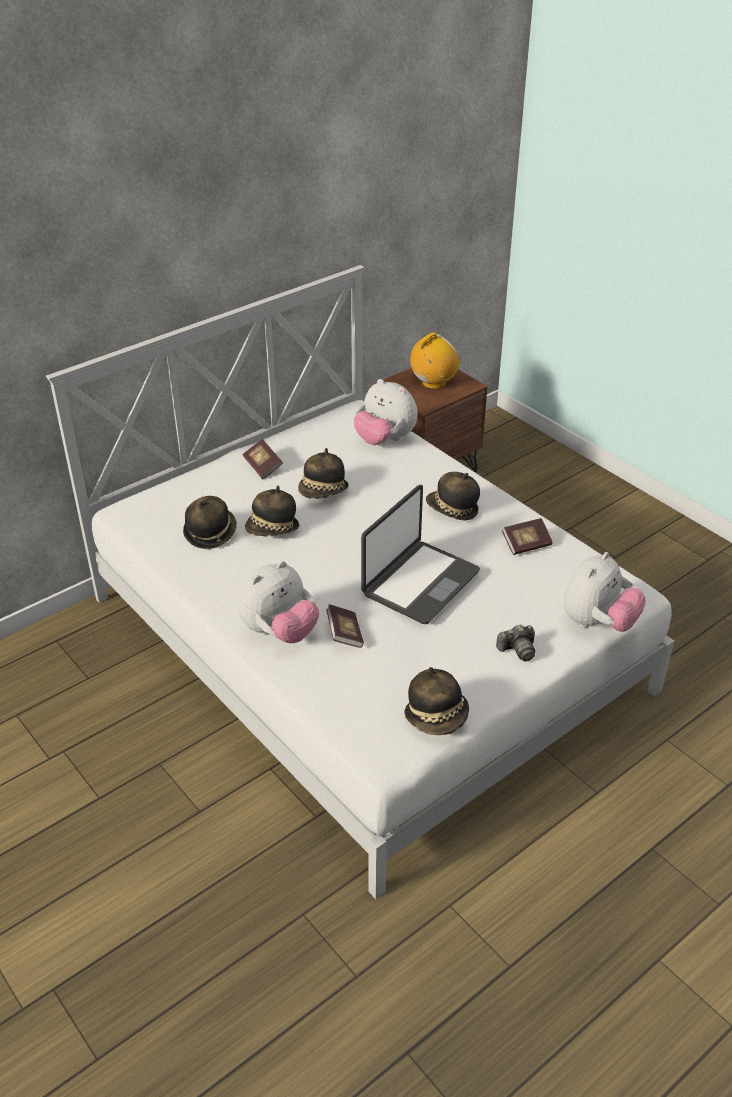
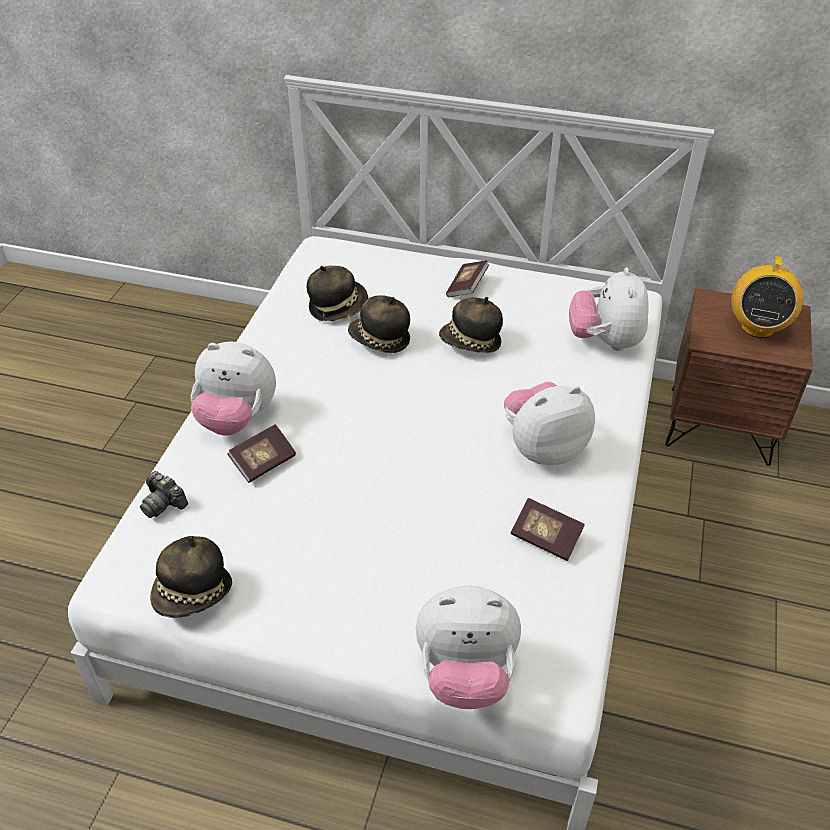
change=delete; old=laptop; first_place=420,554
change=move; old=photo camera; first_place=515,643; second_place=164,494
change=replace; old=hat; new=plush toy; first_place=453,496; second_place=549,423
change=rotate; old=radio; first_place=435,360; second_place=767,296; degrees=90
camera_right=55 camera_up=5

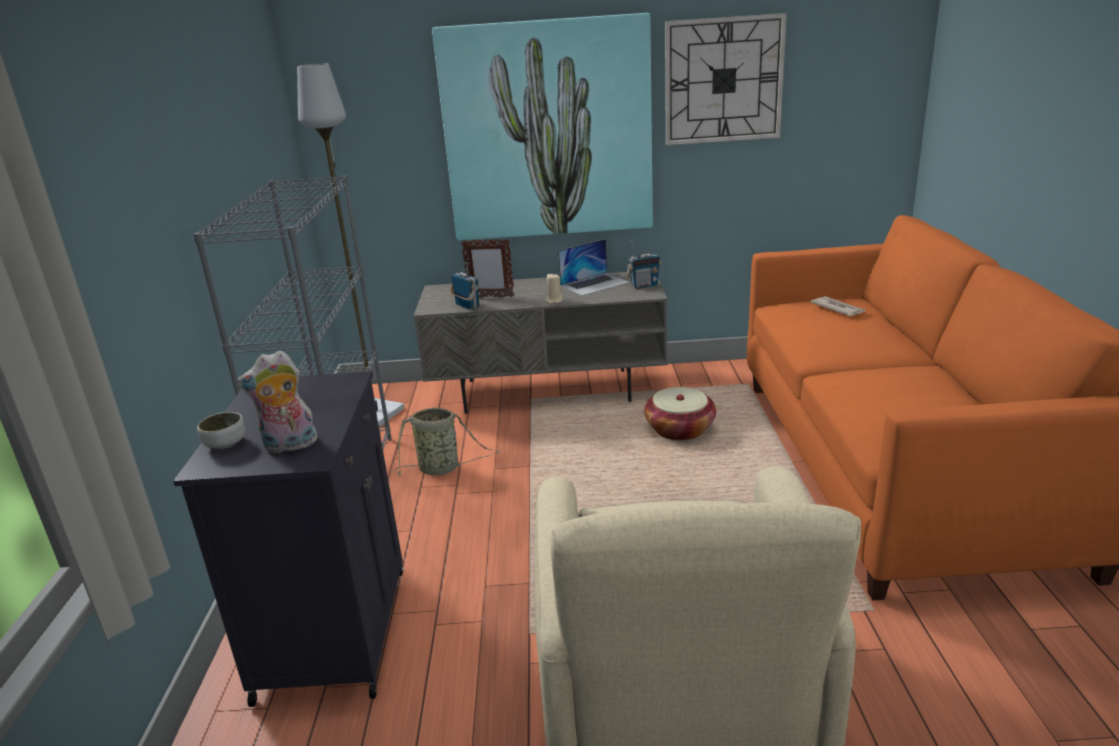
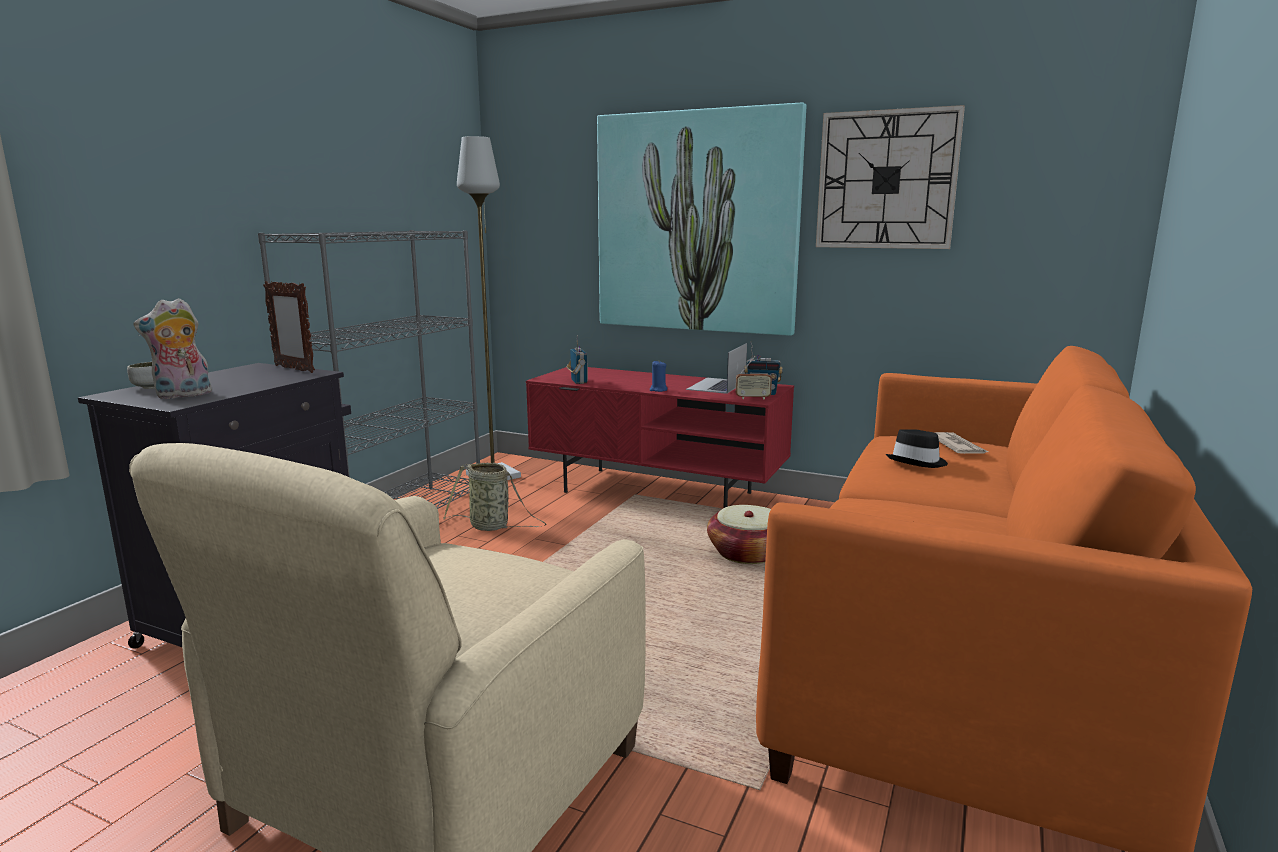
change=insert; new=radio; second_place=754,377
change=insert; new=hat in black; second_place=917,448
change=move; old=picture frame; first_place=488,268; second_place=289,327
change=recolor; old=tv stand in grey; new=tv stand in red; first_place=541,343; second_place=660,437
change=recolor; old=candle in beige; new=candle in blue; first_place=555,289; second_place=659,376
change=rotate; old=plush toy; first_place=277,401; second_place=172,348; degrees=-45
change=rotate; old=laptop; first_place=594,267; second_place=716,368; degrees=120
camera_right=25 camera_up=-10

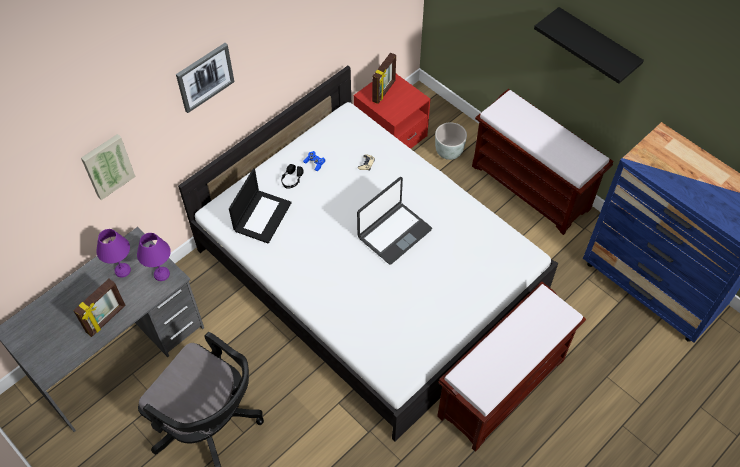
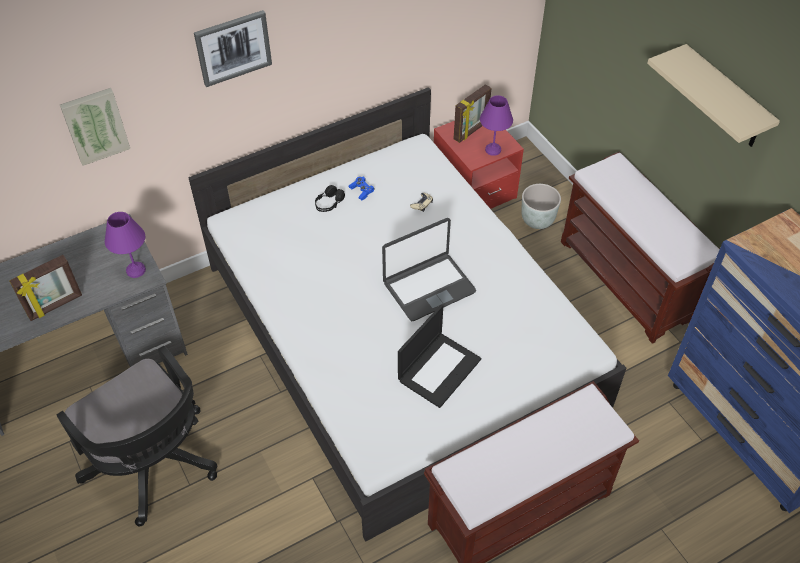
change=move; old=table lamp in purple; first_place=113,253; second_place=496,125
change=move; old=laptop; first_place=260,206; second_place=439,356
change=recolor; old=shelf in black; new=shelf in beige; first_place=589,45; second_place=713,95
camera_right=15 camera_up=-5

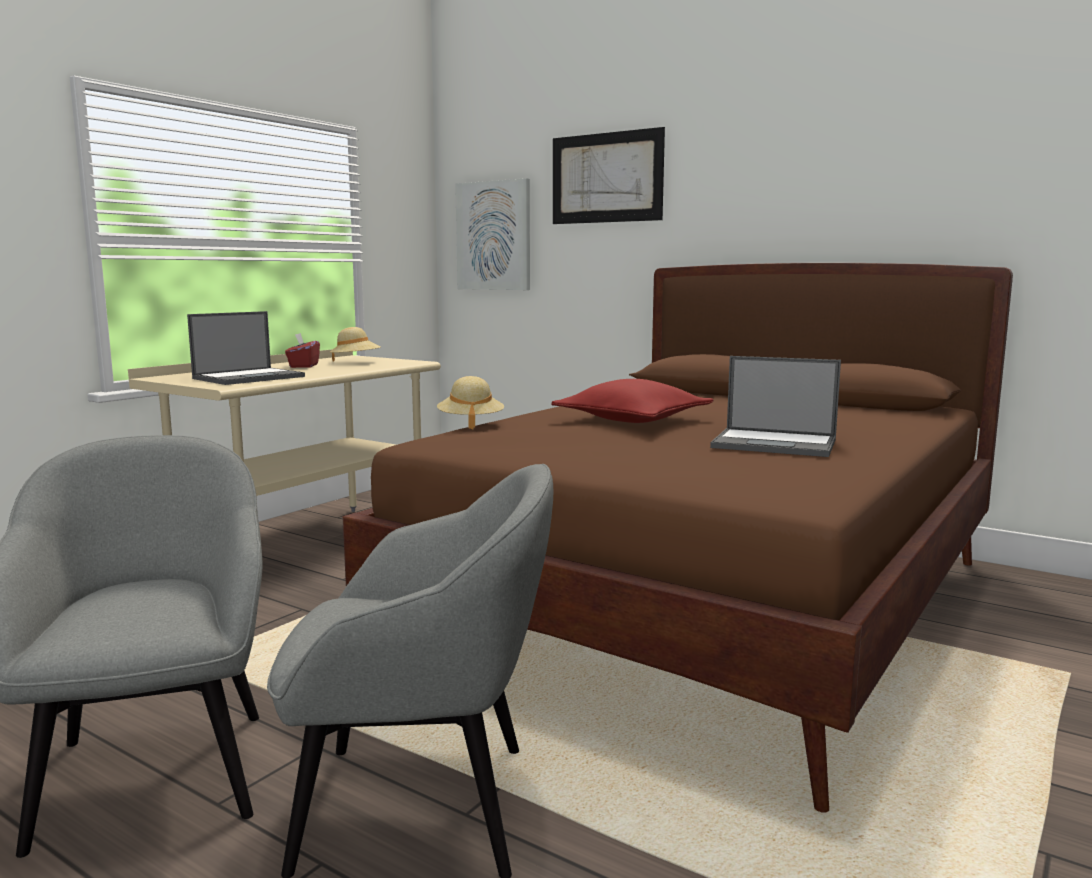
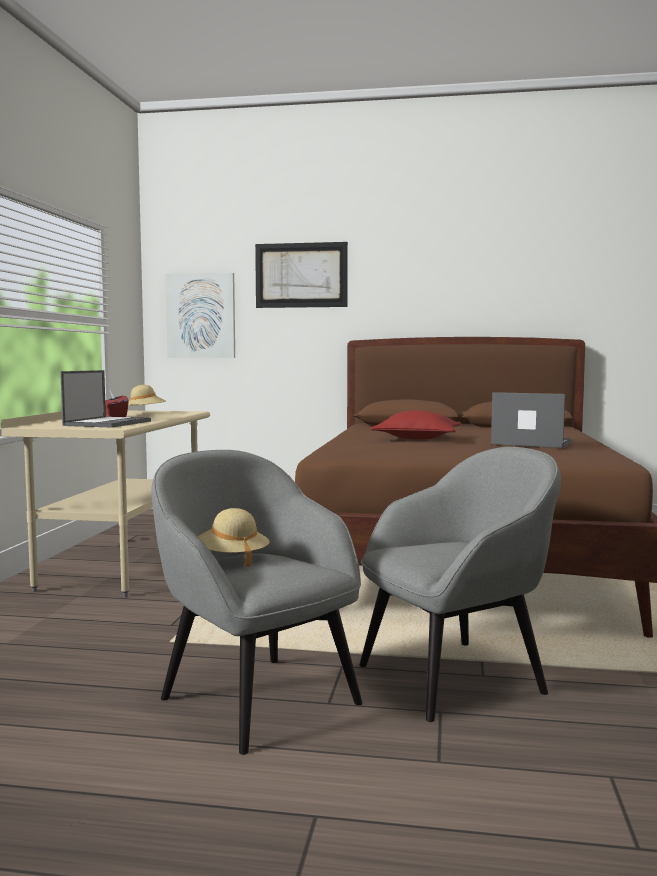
change=move; old=hat in beige; first_place=470,402; second_place=234,537
change=rotate; old=laptop; first_place=775,406; second_place=532,420; degrees=-150
camera_right=-25 camera_up=-5

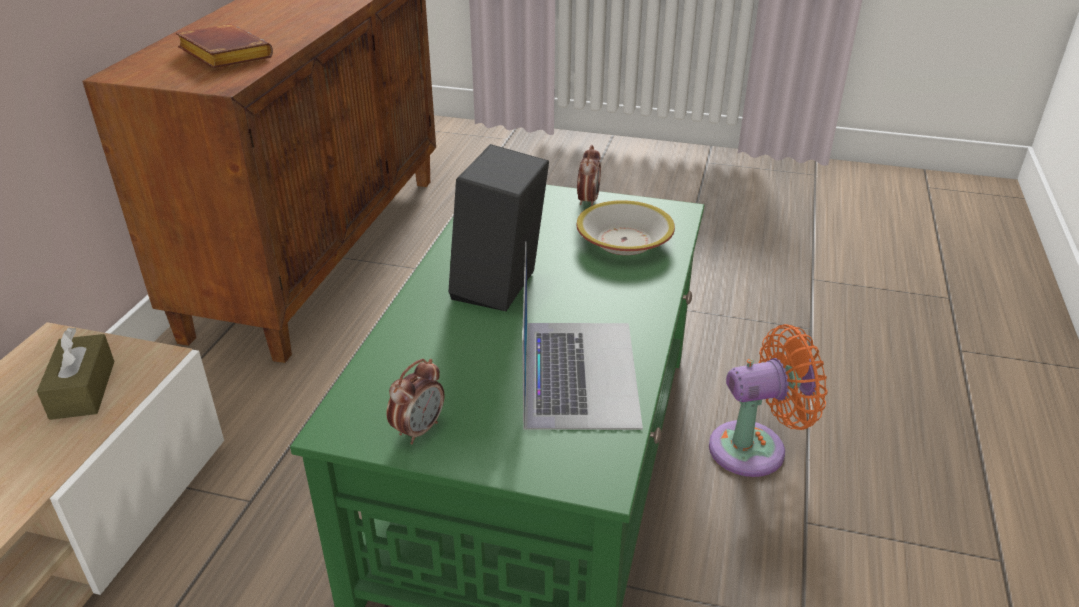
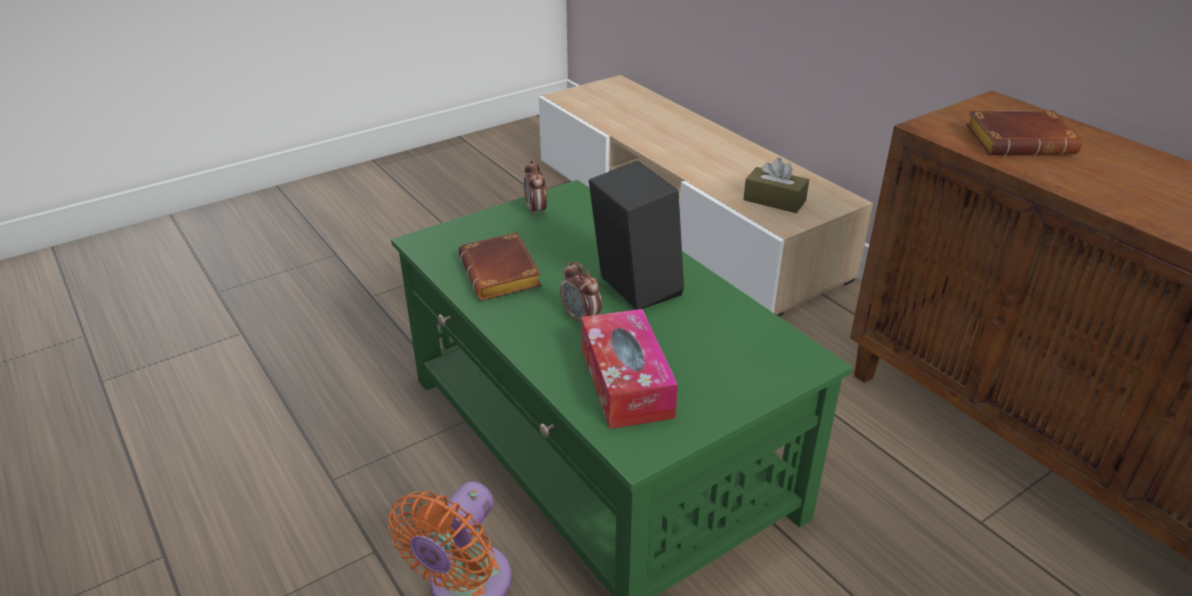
change=move; old=alarm clock; first_place=589,175; second_place=581,291
change=replace; old=laptop; new=book in brown; first_place=582,335; second_place=500,266
change=replace; old=bowl; new=tissue box; first_place=625,227; second_place=629,369
camera_right=130 camera_up=0

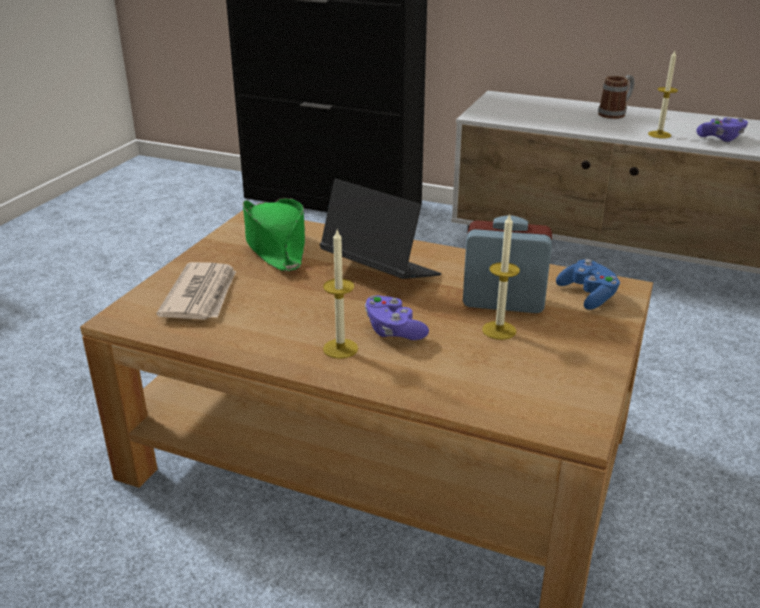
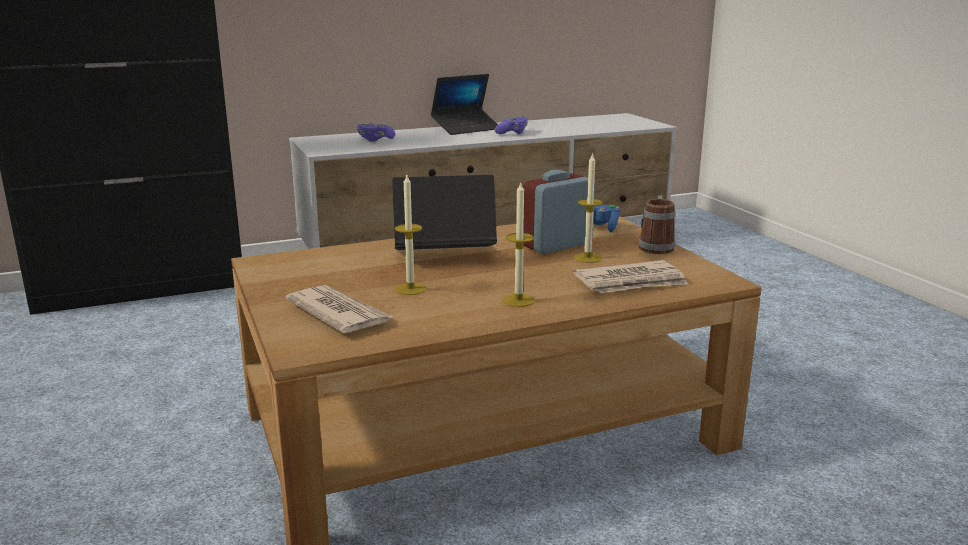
change=delete; old=hat in green; first_place=274,234
change=insert; new=laptop; second_place=464,104
change=insert; new=newspaper; second_place=631,276
change=move; old=game controller in purple; first_place=397,317; second_place=376,132
change=move; old=mug; first_place=616,97; second_place=657,224
change=move; old=candle; first_place=663,94; second_place=410,235
camera_right=-45 camera_up=-10

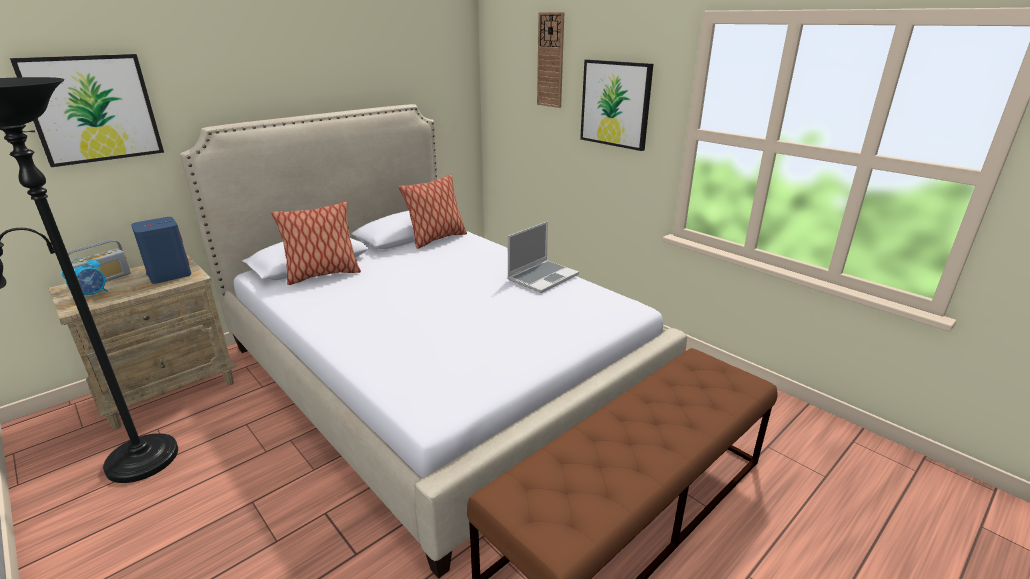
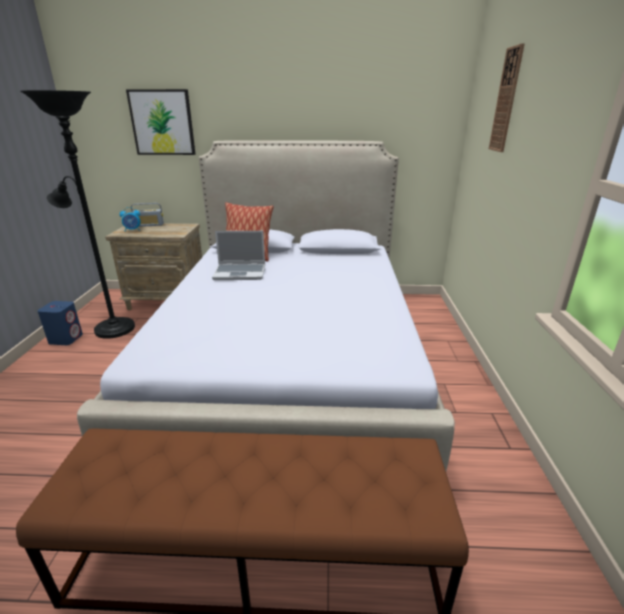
change=delete; old=pillow; first_place=433,211
change=delete; old=picture; first_place=616,105
change=move; old=speaker in blue; first_place=161,250; second_place=60,323
change=move; old=laptop; first_place=543,257; second_place=238,255
camera_right=45 camera_up=0

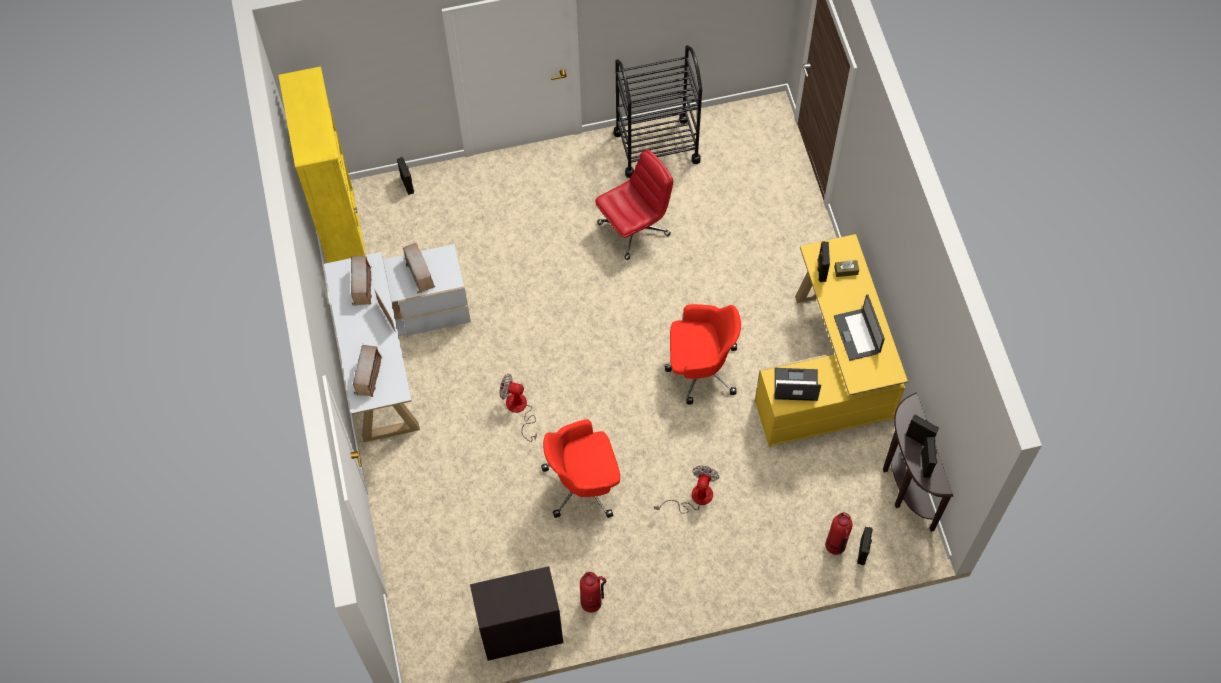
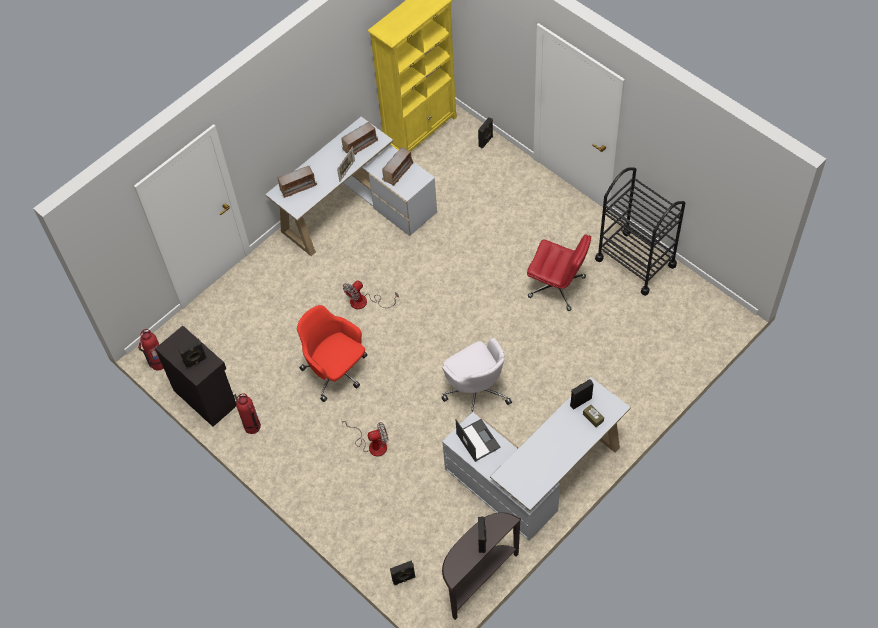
change=delete; old=laptop; first_place=859,327
change=move; old=fire extinguisher; first_place=839,533; second_place=151,349
change=move; old=speaker in black; first_place=929,457; second_place=192,354
change=recolor; old=office chair in red; new=office chair in white; first_place=703,354; second_place=477,375
change=recolor; old=desk in yellow; new=desk in white; first_place=831,340; second_place=536,459
change=rotate; old=fan; first_place=518,408; second_place=371,294; degrees=-120
camera_right=60 camera_up=-5

